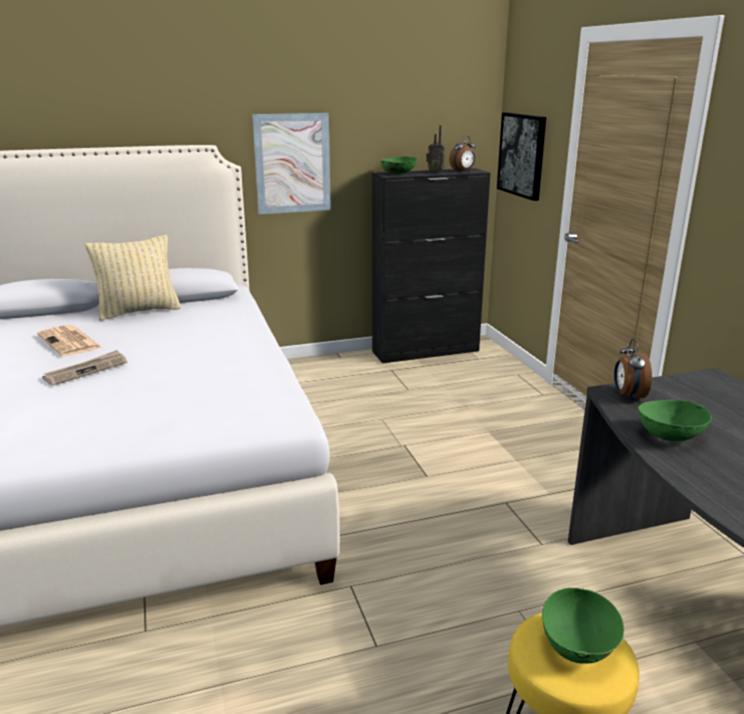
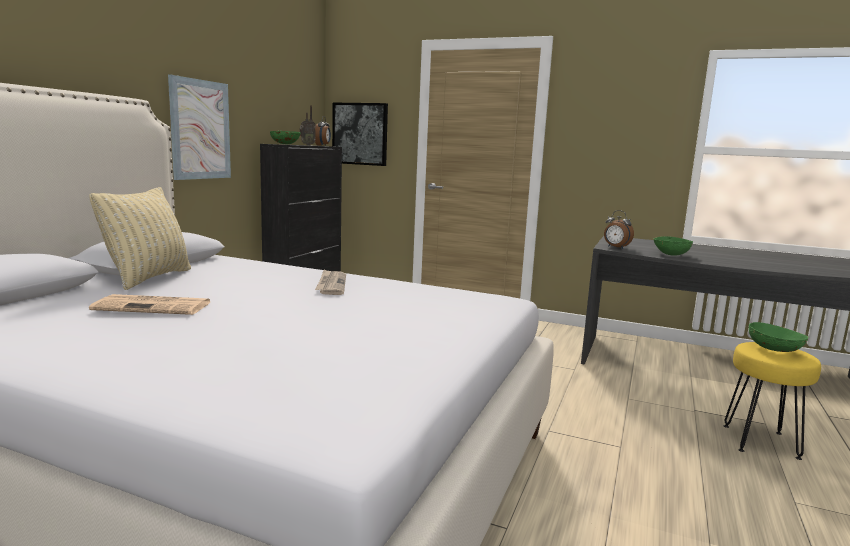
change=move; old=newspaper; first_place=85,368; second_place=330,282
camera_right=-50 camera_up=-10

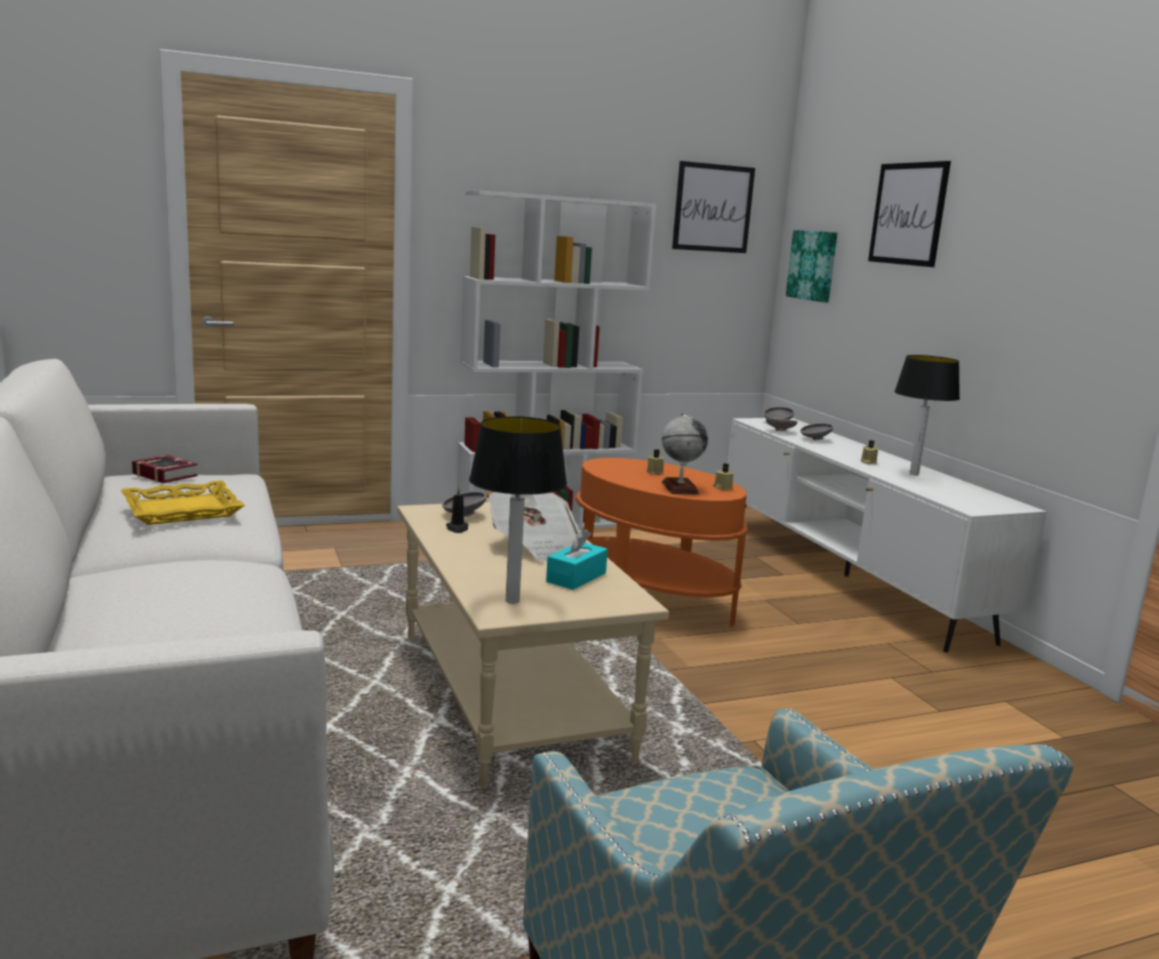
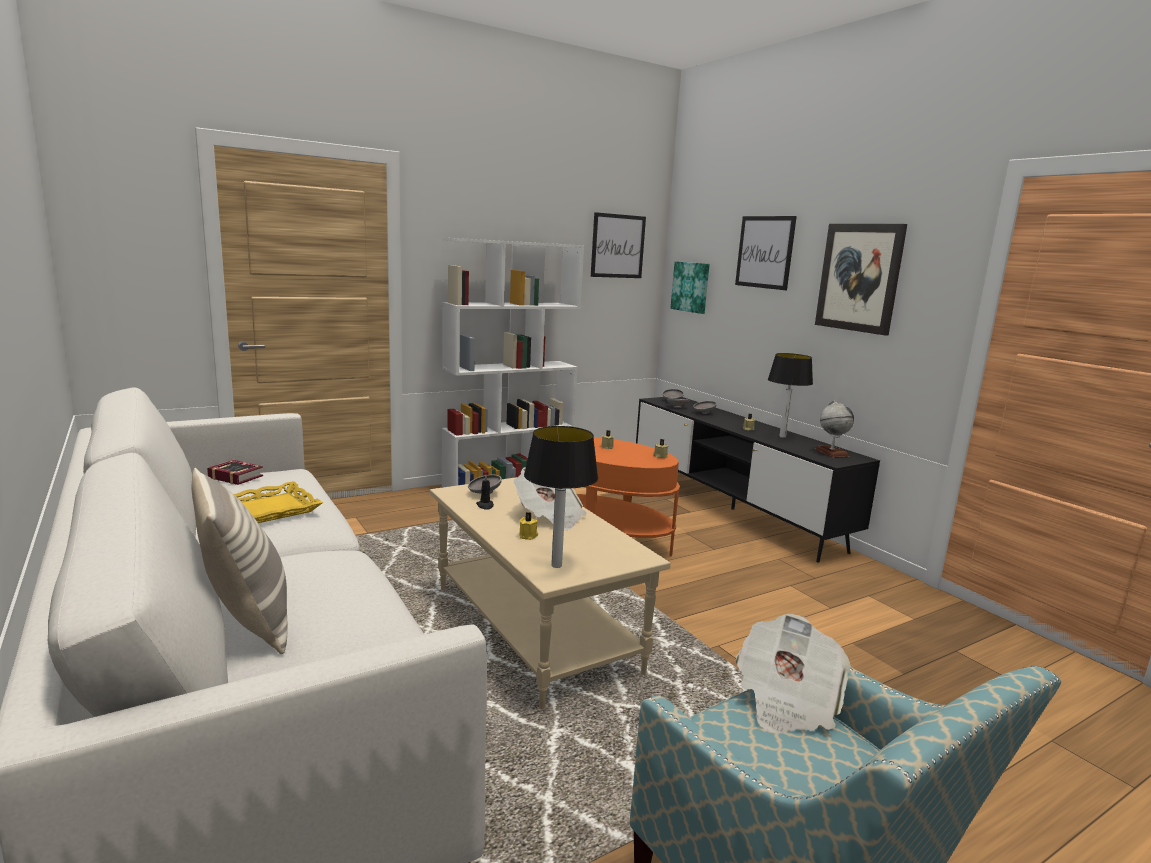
change=delete; old=tissue box in turquoise; first_place=577,559
change=insert; new=pillow; second_place=240,561
change=insert; new=candle in yellow; second_place=529,526
change=insert; new=newspaper; second_place=793,673
change=insert; new=picture; second_place=861,280
change=move; old=globe; first_place=685,453; second_place=834,429
change=recolor; old=tv stand in white; new=tv stand in black; first_place=887,535; second_place=758,480
camera_right=-10 camera_up=0

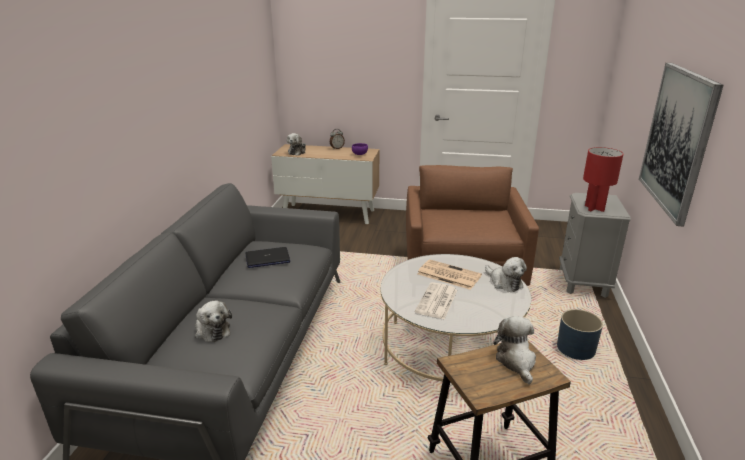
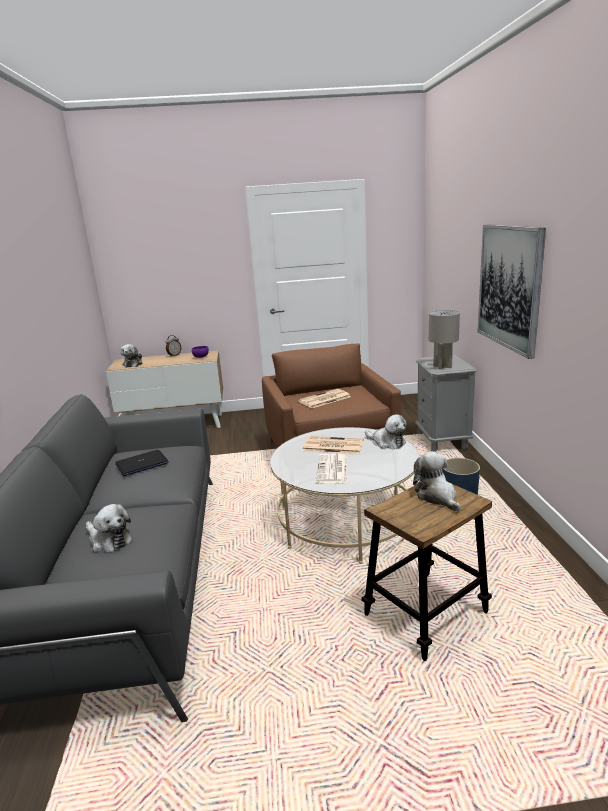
change=insert; new=newspaper; second_place=324,398
change=recolor; old=table lamp in red; new=table lamp in grey; first_place=603,179; second_place=444,340
camera_right=-15 camera_up=-5

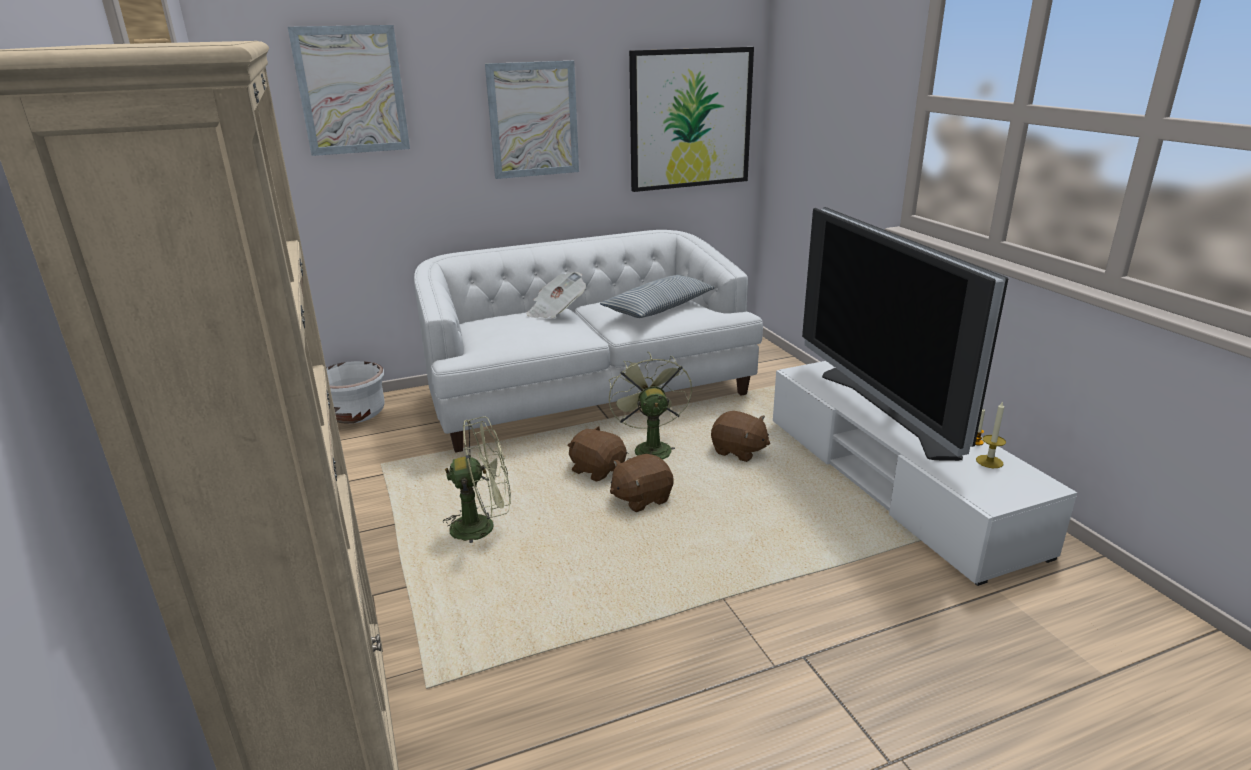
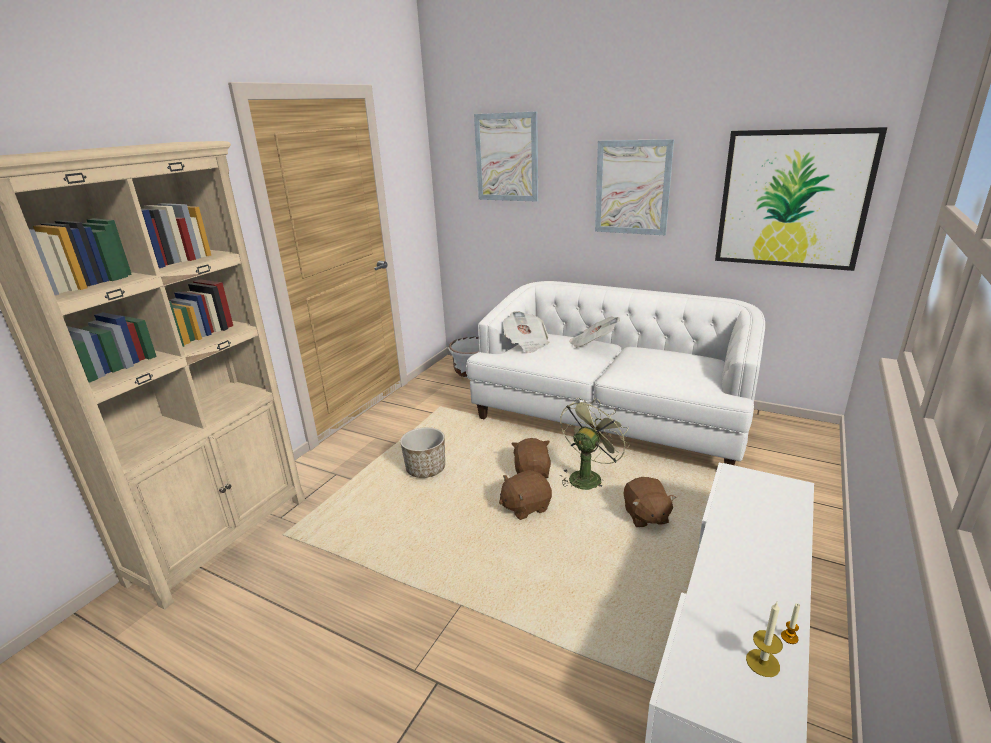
change=delete; old=pillow; first_place=657,296
change=delete; old=television; first_place=905,334
change=insert; new=newspaper; second_place=526,332
change=replace; old=fan in green; new=planter; first_place=477,480; second_place=422,452
change=rotate; old=plush toy in brown; first_place=642,483; second_place=525,495; degrees=-45
camera_right=50 camera_up=0

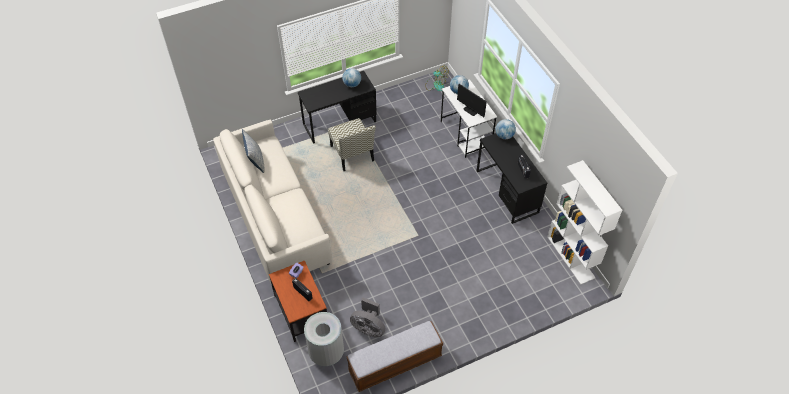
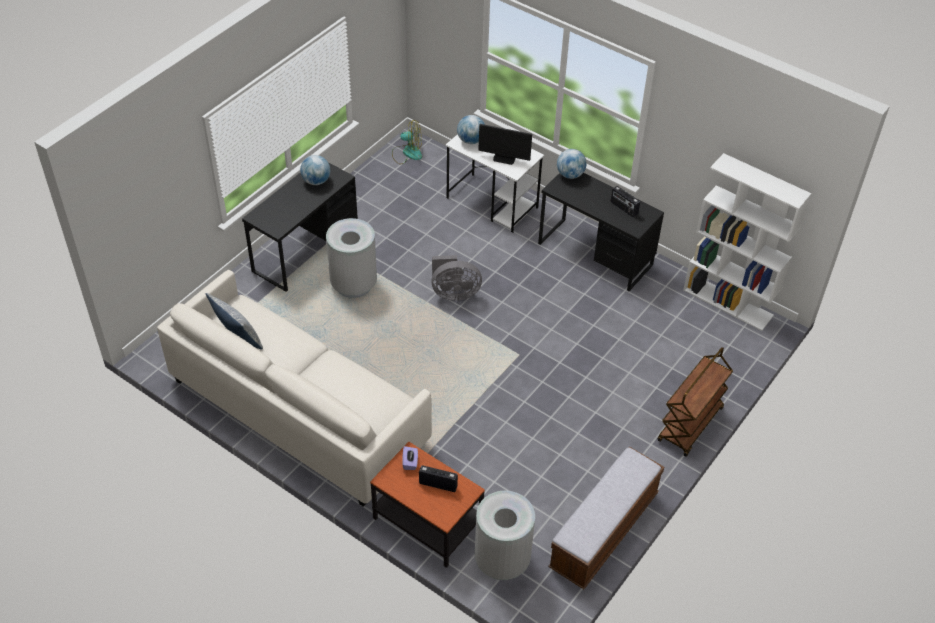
change=insert; new=cart in brown; second_place=695,402
change=move; old=fan in grey; first_place=367,317; second_place=456,278
change=replace; old=chair; new=trash can in grey; first_place=352,144; second_place=351,258
camera_right=-30 camera_up=-5

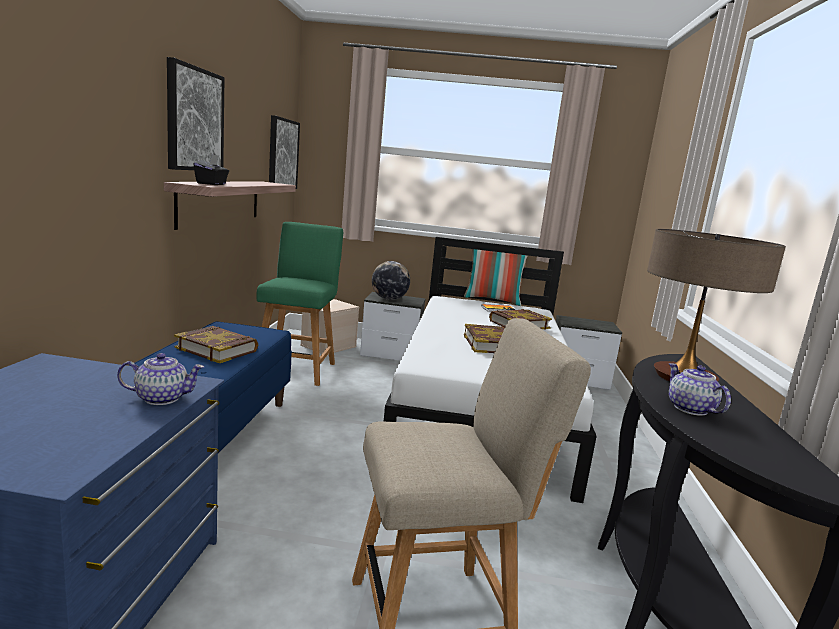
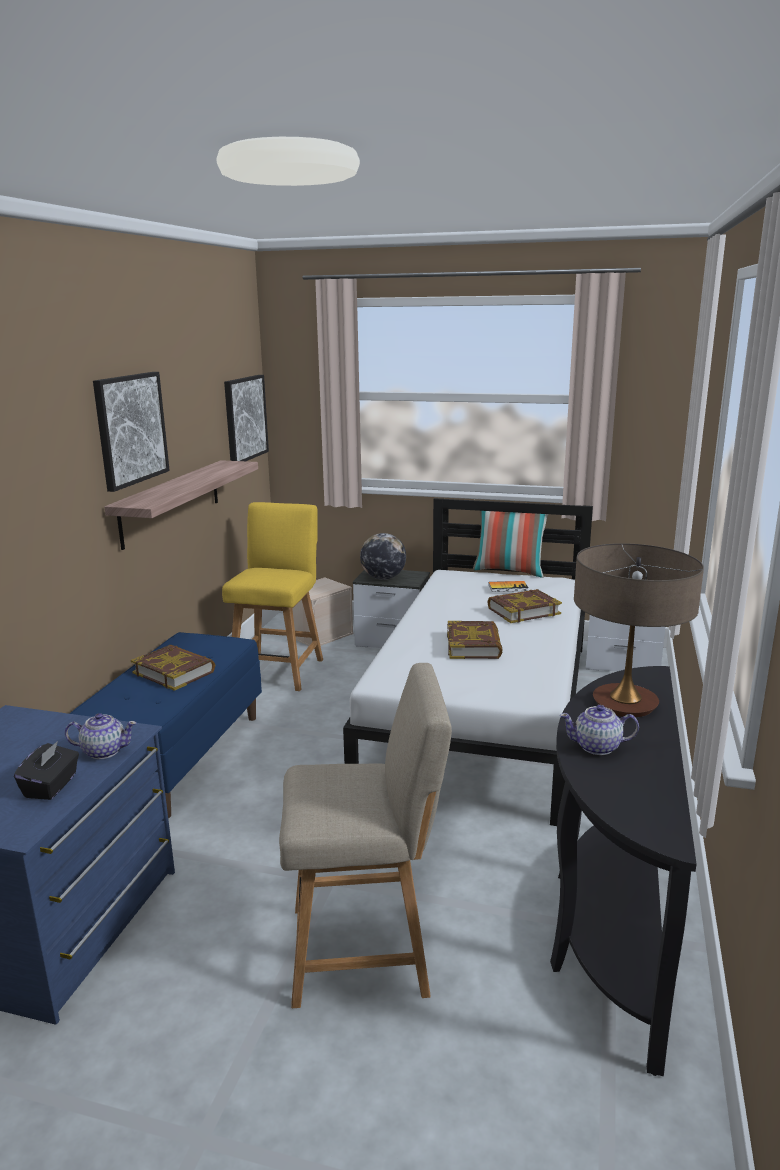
change=move; old=tissue box in black; first_place=211,170; second_place=46,770
change=recolor; old=chair in green; new=chair in yellow; first_place=299,304; second_place=272,596
change=rotate; old=teapot; first_place=699,389; second_place=599,730; degrees=-75
camera_right=10 camera_up=5

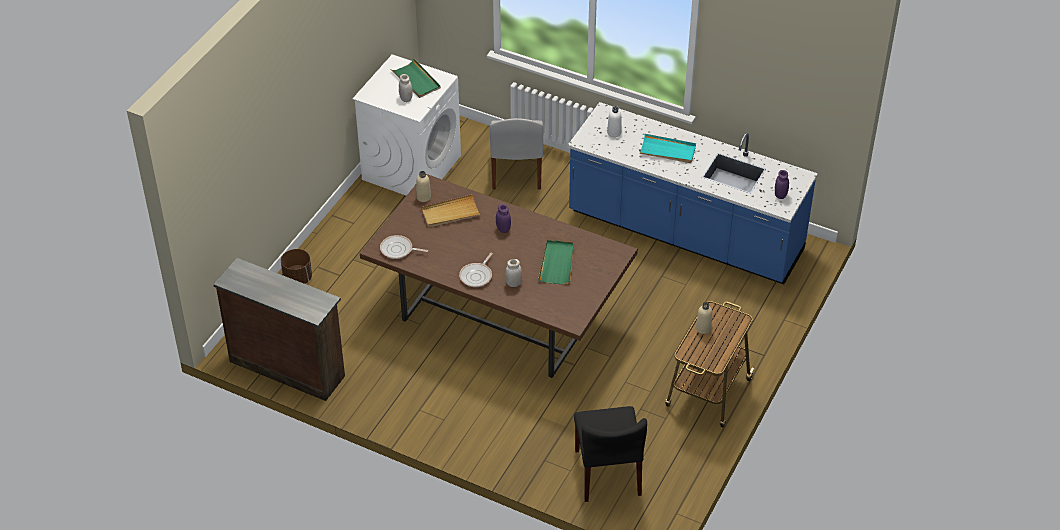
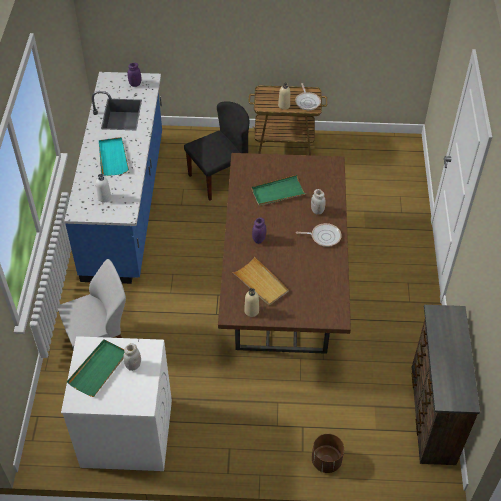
change=move; old=frying pan; first_place=404,247; second_place=308,96
change=move; old=chair in black; first_place=610,454; second_place=216,151
camera_right=-115 camera_up=5

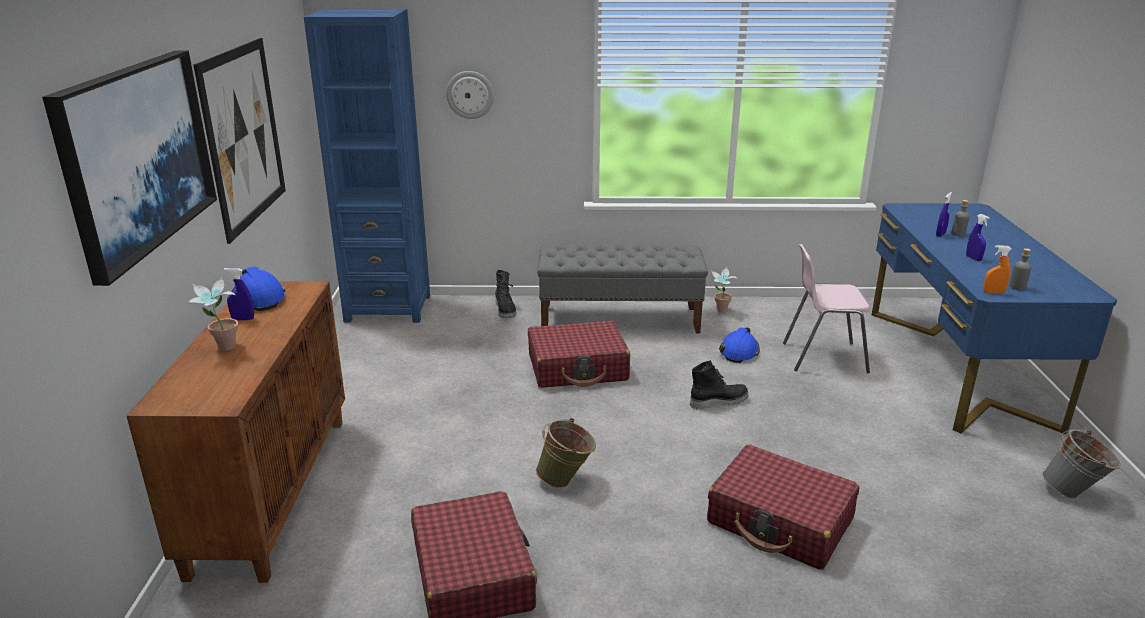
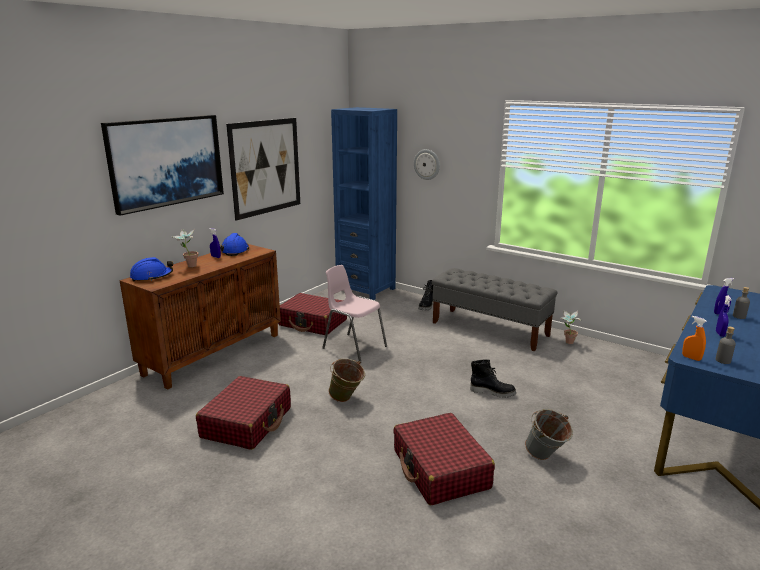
change=move; old=suitcase in red; first_place=579,354; second_place=312,314
change=move; old=hard hat in blue; first_place=739,345; second_place=151,269
change=move; old=chair in pink; first_place=826,308; second_place=354,313
change=move; old=bucket in grey; first_place=1081,464; second_place=549,434
camera_right=35 camera_up=-5

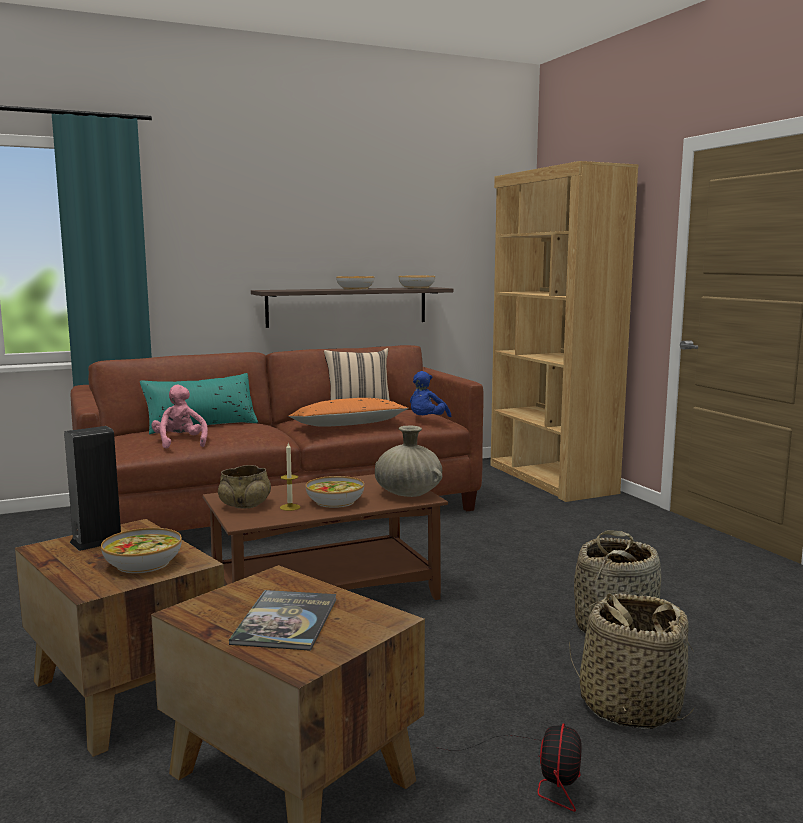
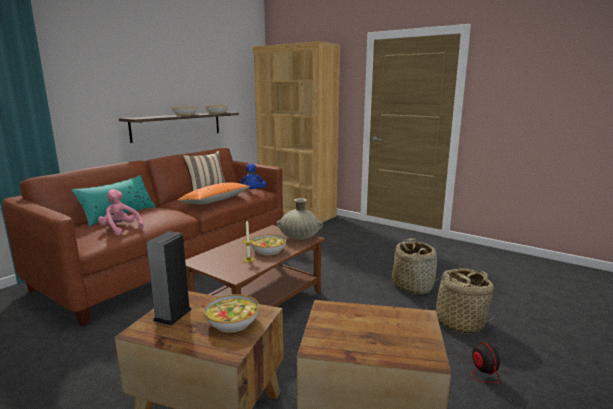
change=delete; old=bowl in beige; first_place=244,486
change=delete; old=book; first_place=283,620
camera_right=-30 camera_up=5

